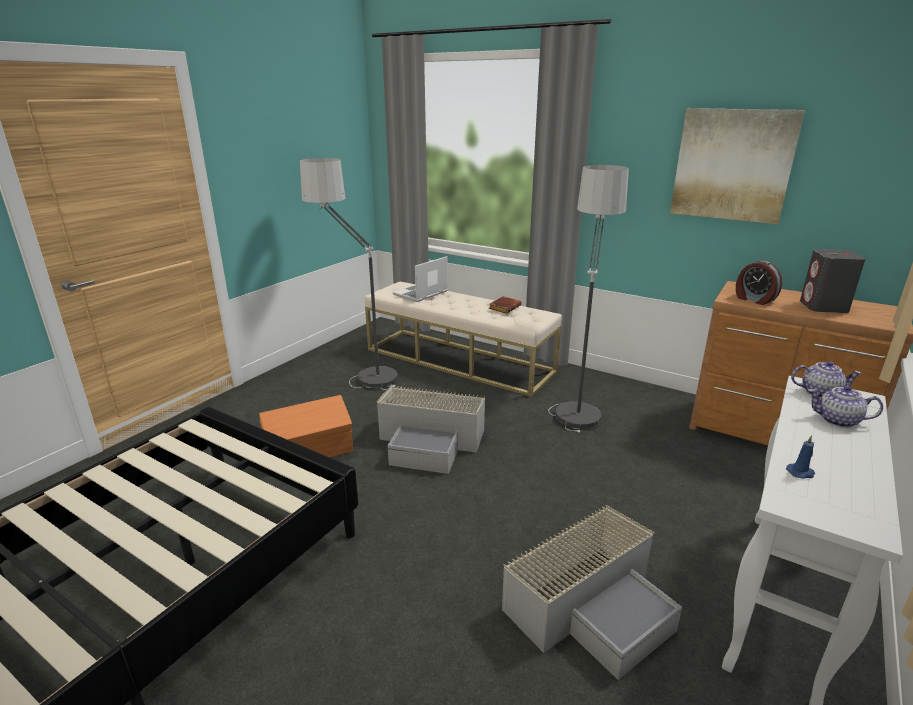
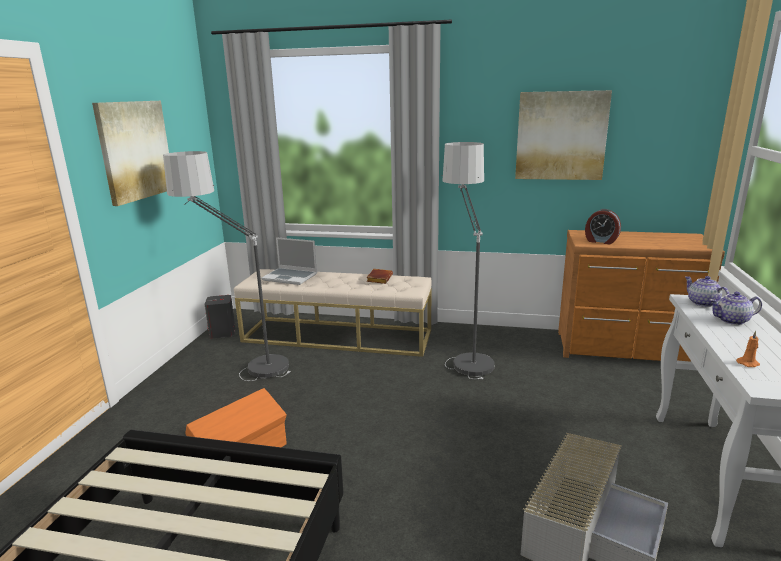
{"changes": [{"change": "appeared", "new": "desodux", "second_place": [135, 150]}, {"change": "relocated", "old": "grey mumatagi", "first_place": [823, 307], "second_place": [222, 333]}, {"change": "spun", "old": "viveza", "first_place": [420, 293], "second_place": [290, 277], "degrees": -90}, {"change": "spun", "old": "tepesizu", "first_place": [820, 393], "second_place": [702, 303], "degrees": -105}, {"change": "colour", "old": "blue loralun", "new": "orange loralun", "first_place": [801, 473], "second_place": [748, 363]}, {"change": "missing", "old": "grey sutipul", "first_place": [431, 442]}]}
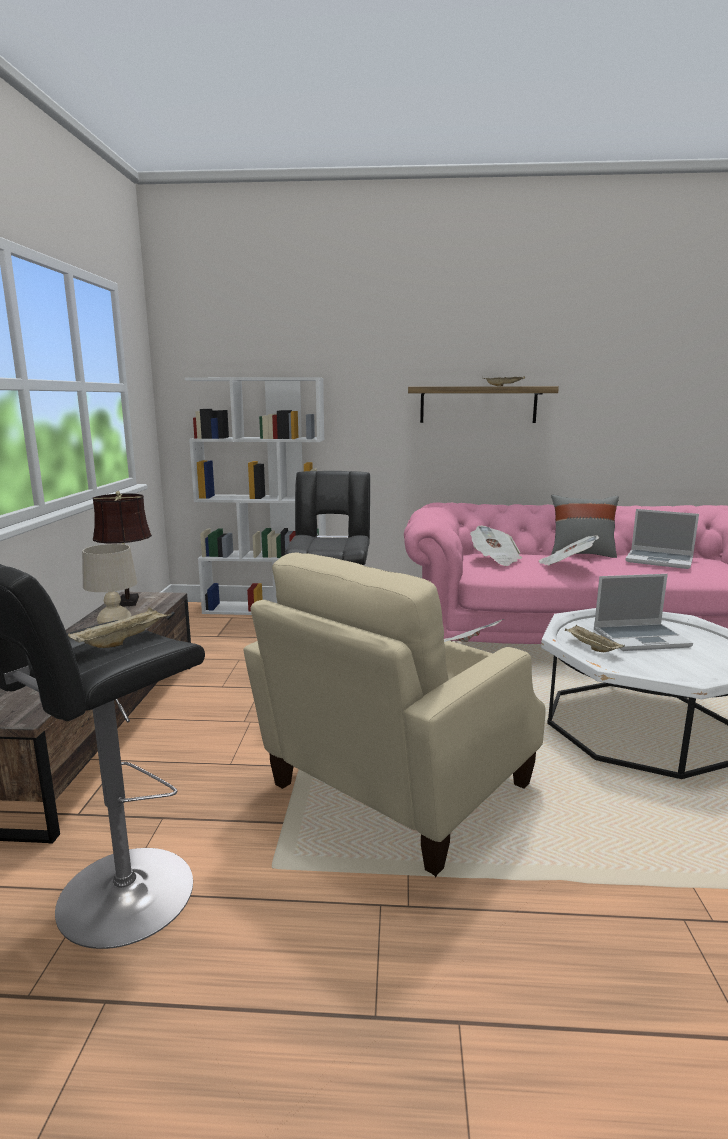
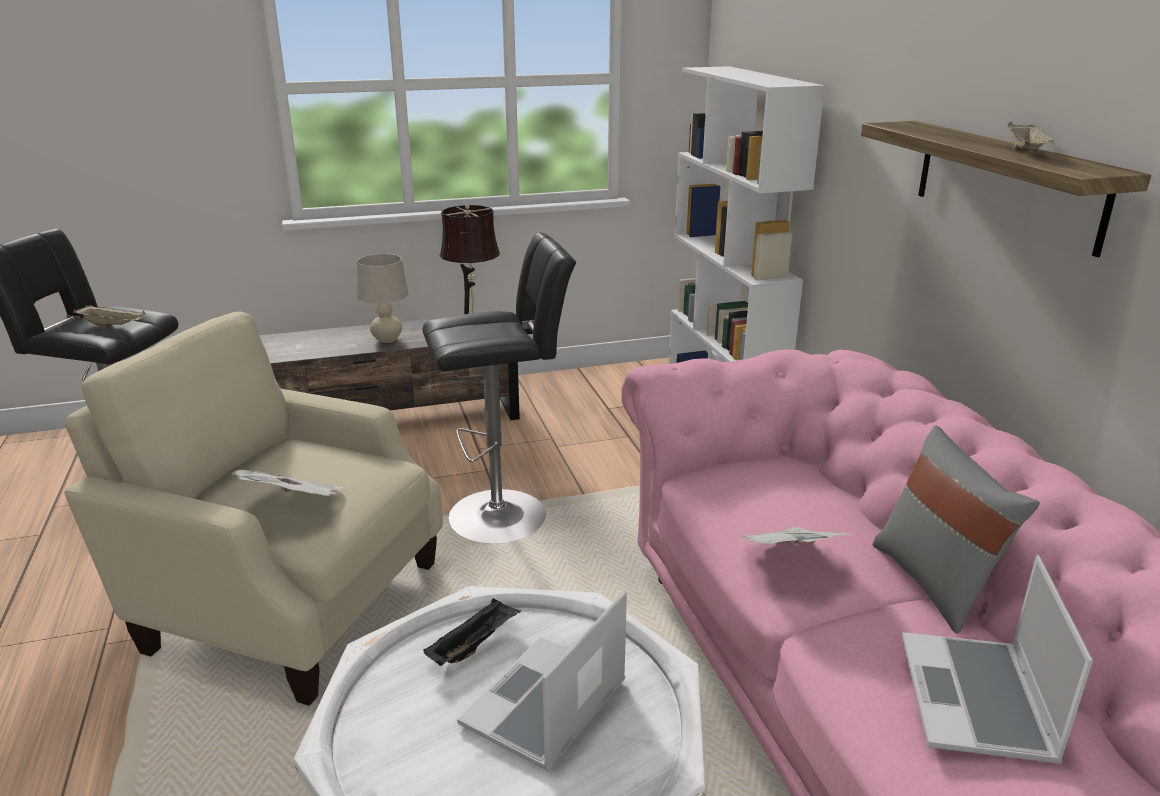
{"changes": [{"change": "colour", "old": "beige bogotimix", "new": "black bogotimix", "first_place": [591, 647], "second_place": [474, 645]}, {"change": "spun", "old": "viveza", "first_place": [641, 638], "second_place": [545, 706], "degrees": 60}, {"change": "missing", "old": "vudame", "first_place": [495, 559]}]}
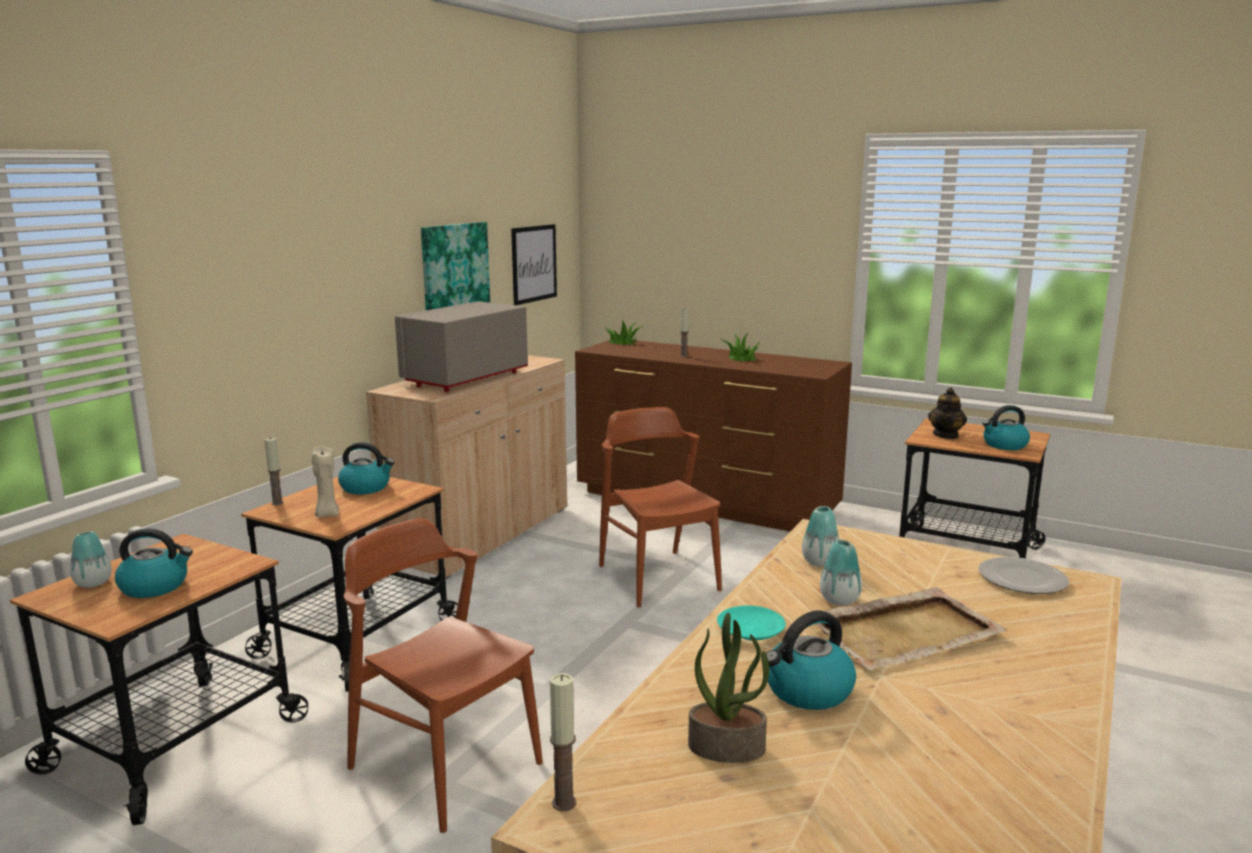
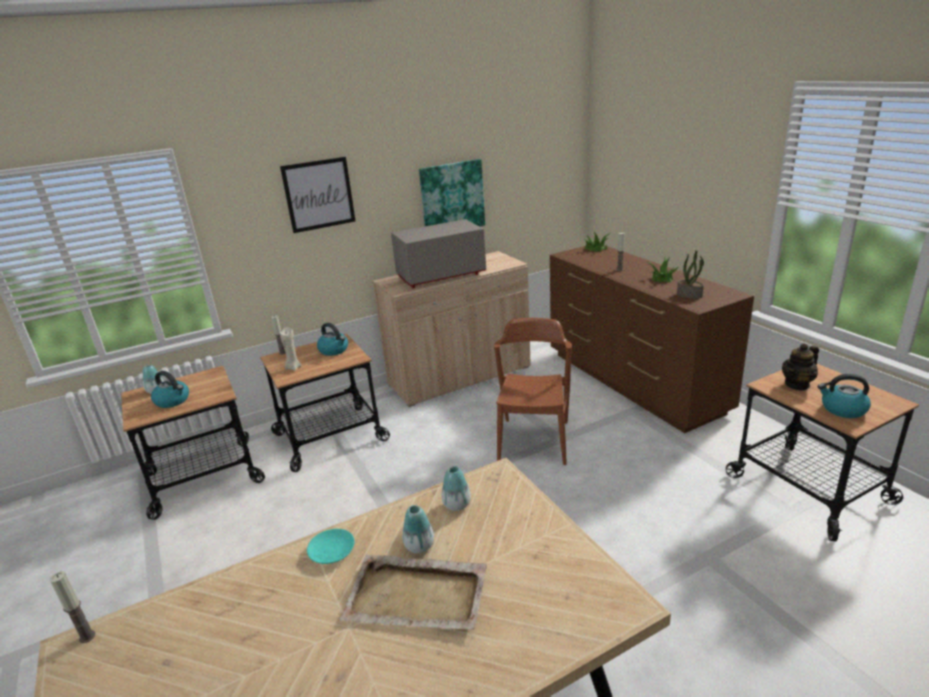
{"changes": [{"change": "relocated", "old": "desodux", "first_place": [534, 263], "second_place": [319, 194]}, {"change": "relocated", "old": "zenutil", "first_place": [727, 747], "second_place": [690, 295]}, {"change": "missing", "old": "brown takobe", "first_place": [444, 765]}, {"change": "missing", "old": "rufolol", "first_place": [807, 691]}, {"change": "missing", "old": "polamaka", "first_place": [1023, 579]}]}
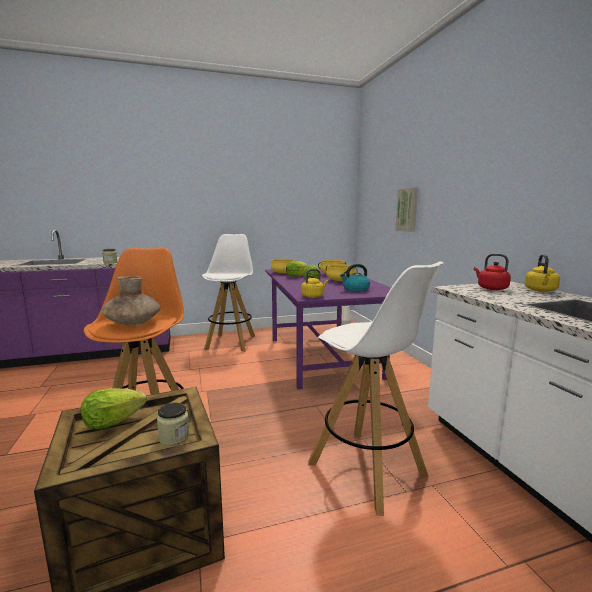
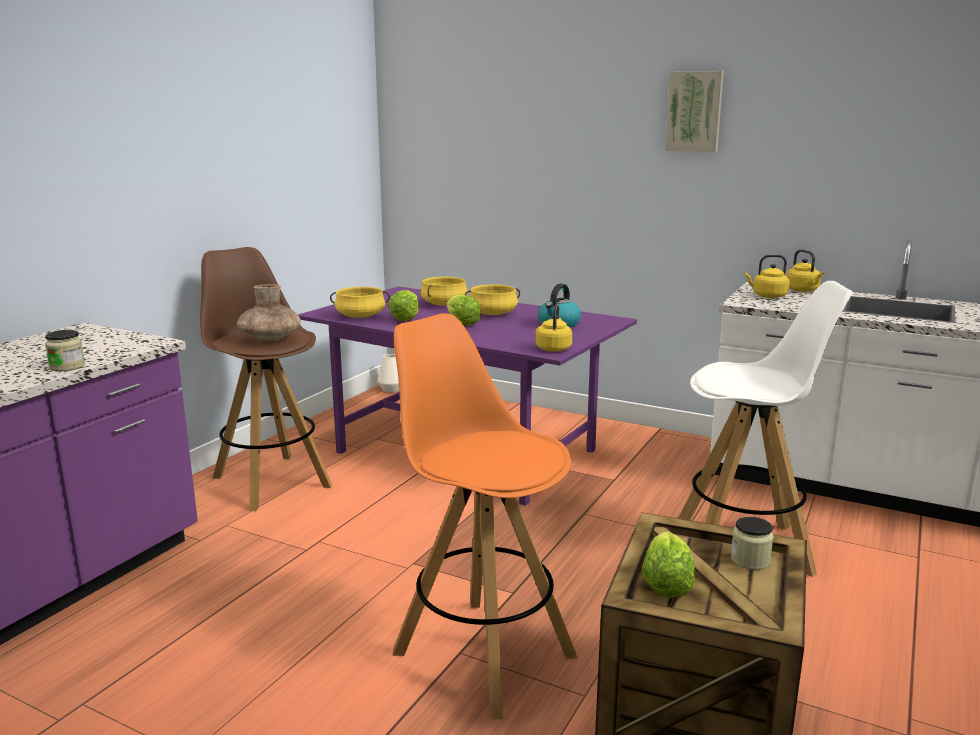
{"changes": [{"change": "colour", "old": "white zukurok", "new": "brown zukurok", "first_place": [231, 342], "second_place": [271, 481]}, {"change": "relocated", "old": "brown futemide", "first_place": [133, 323], "second_place": [270, 339]}, {"change": "relocated", "old": "desodux", "first_place": [407, 210], "second_place": [694, 111]}, {"change": "colour", "old": "red rufolol", "new": "yellow rufolol", "first_place": [490, 288], "second_place": [767, 296]}]}
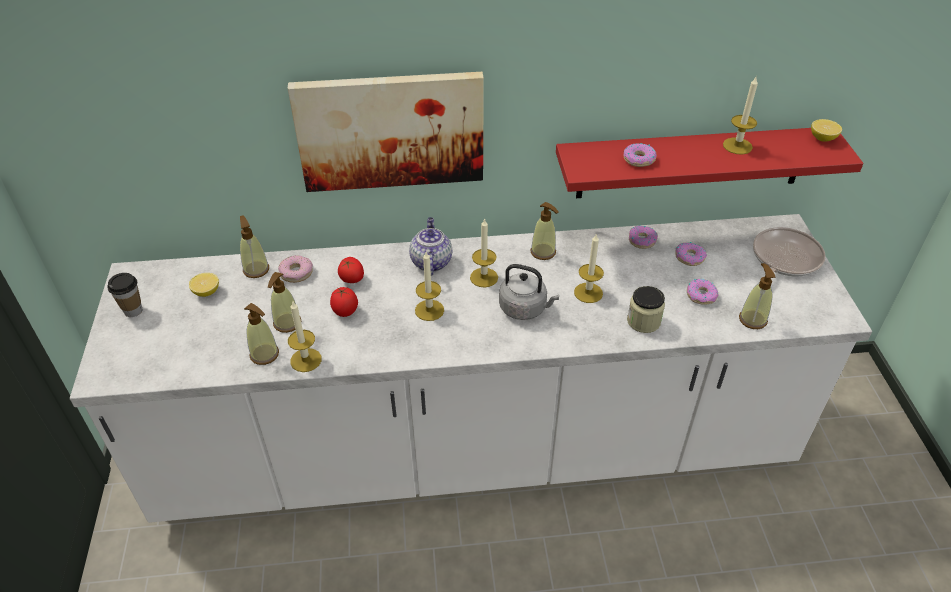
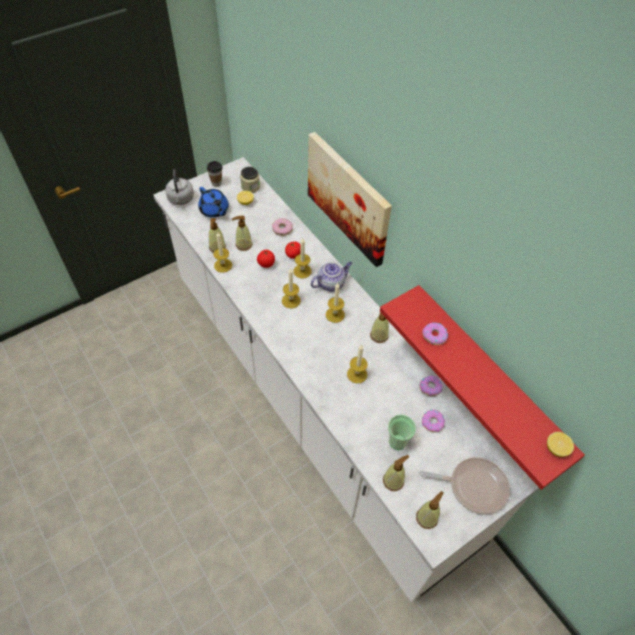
{"changes": [{"change": "relocated", "old": "grey rufolol", "first_place": [525, 309], "second_place": [181, 199]}, {"change": "appeared", "new": "blue tepesizu", "second_place": [214, 210]}, {"change": "relocated", "old": "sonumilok", "first_place": [643, 321], "second_place": [250, 187]}, {"change": "relocated", "old": "loralun", "first_place": [737, 146], "second_place": [302, 271]}, {"change": "exchanged", "old": "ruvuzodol", "new": "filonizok", "first_place": [701, 295], "second_place": [397, 441]}, {"change": "relocated", "old": "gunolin", "first_place": [256, 269], "second_place": [427, 518]}]}
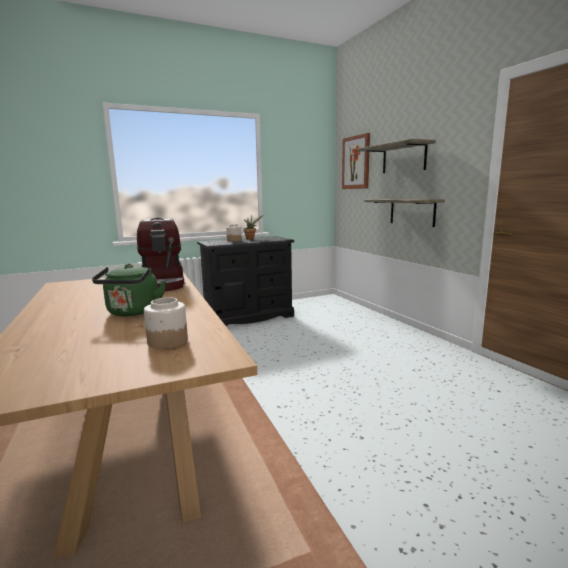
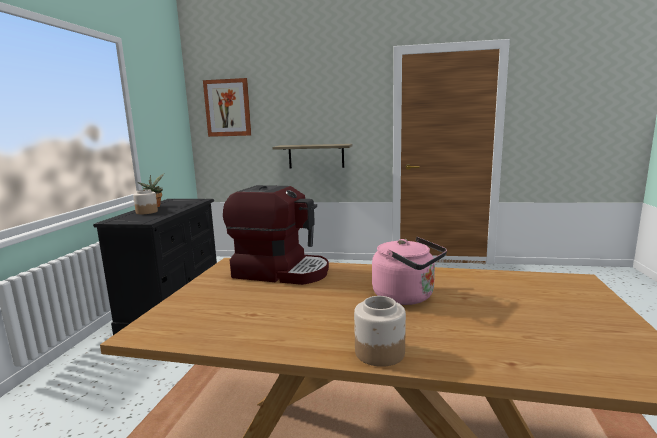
{"changes": [{"change": "relocated", "old": "sonumilok", "first_place": [167, 341], "second_place": [379, 352]}, {"change": "colour", "old": "green rufolol", "new": "pink rufolol", "first_place": [132, 312], "second_place": [407, 297]}, {"change": "missing", "old": "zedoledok", "first_place": [404, 158]}]}
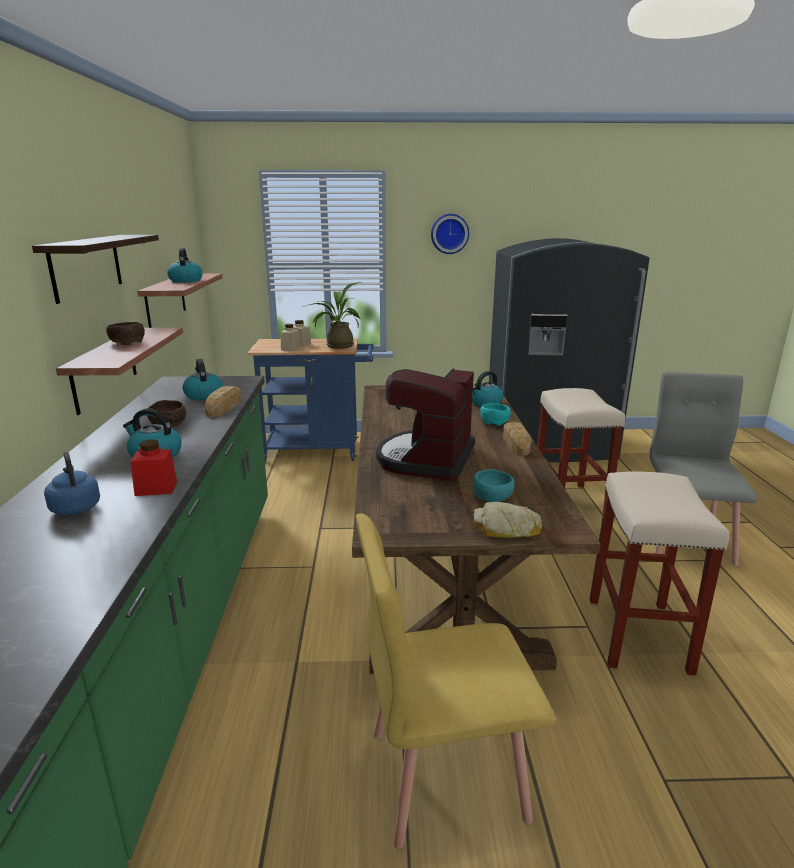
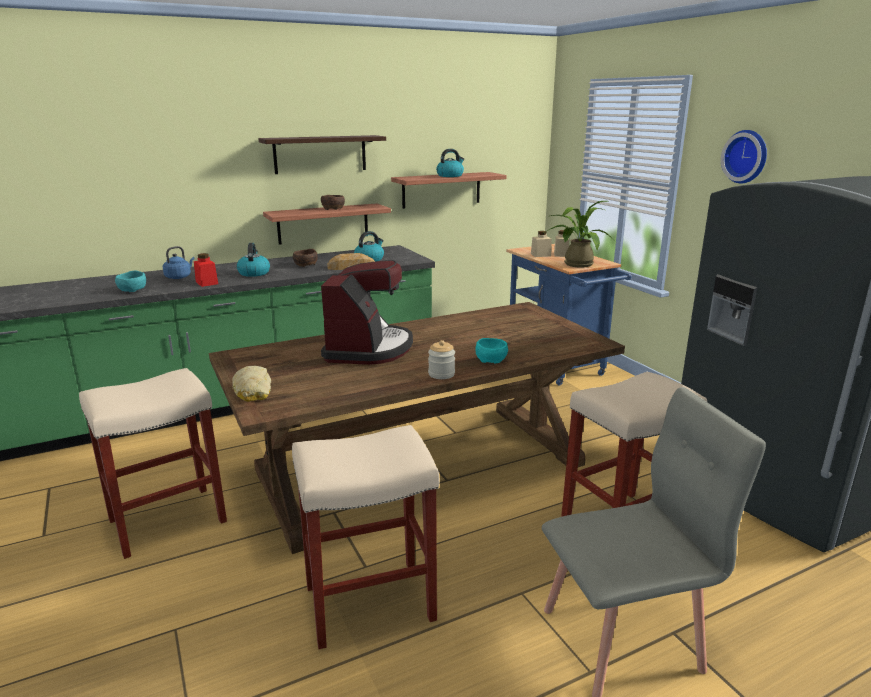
{"changes": [{"change": "exchanged", "old": "yellow takobe", "new": "beige zukurok", "first_place": [444, 773], "second_place": [169, 520]}, {"change": "relocated", "old": "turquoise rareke", "first_place": [493, 497], "second_place": [132, 290]}, {"change": "spun", "old": "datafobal", "first_place": [426, 459], "second_place": [368, 348], "degrees": 105}, {"change": "exchanged", "old": "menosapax", "new": "sonumilok", "first_place": [516, 443], "second_place": [441, 374]}, {"change": "missing", "old": "rufolol", "first_place": [485, 403]}]}
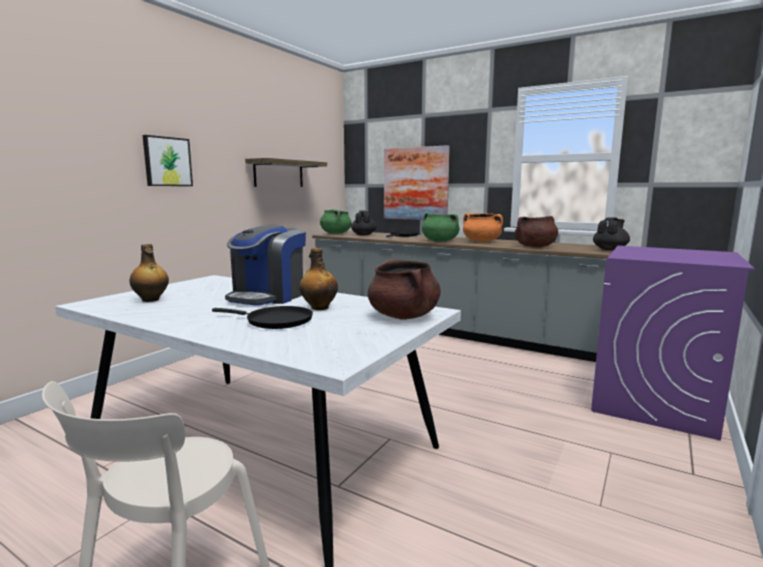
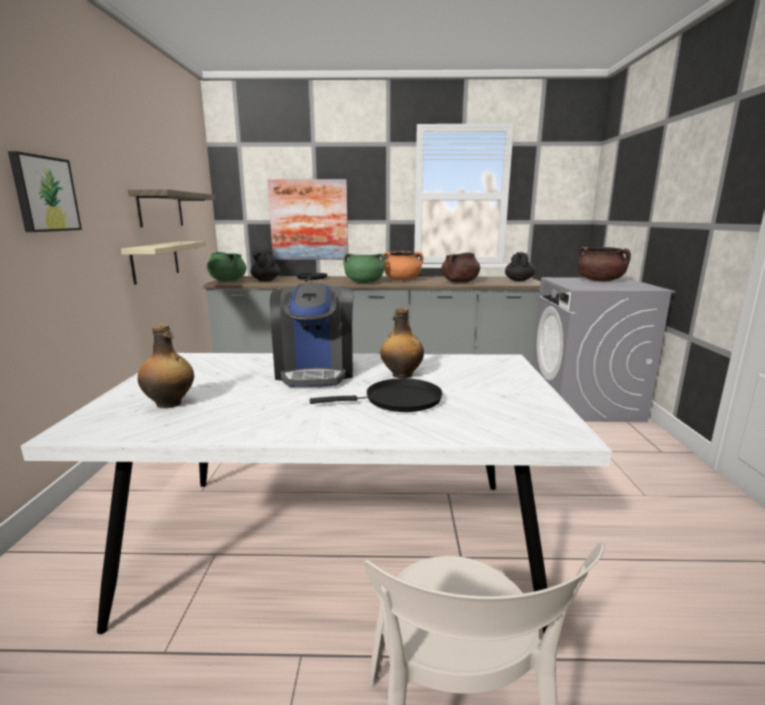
{"changes": [{"change": "appeared", "new": "beige zedoledok", "second_place": [155, 261]}, {"change": "colour", "old": "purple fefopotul", "new": "grey fefopotul", "first_place": [653, 402], "second_place": [584, 403]}, {"change": "relocated", "old": "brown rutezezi", "first_place": [404, 316], "second_place": [600, 281]}]}
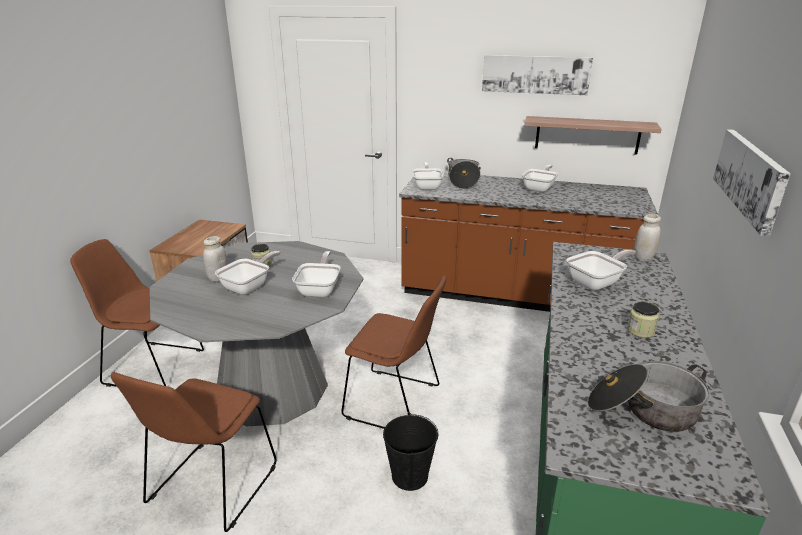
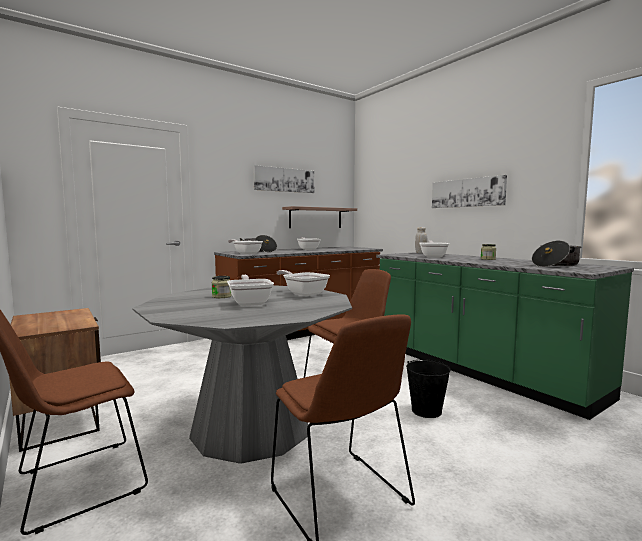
{"changes": [{"change": "missing", "old": "white sonumilok", "first_place": [218, 278]}]}
